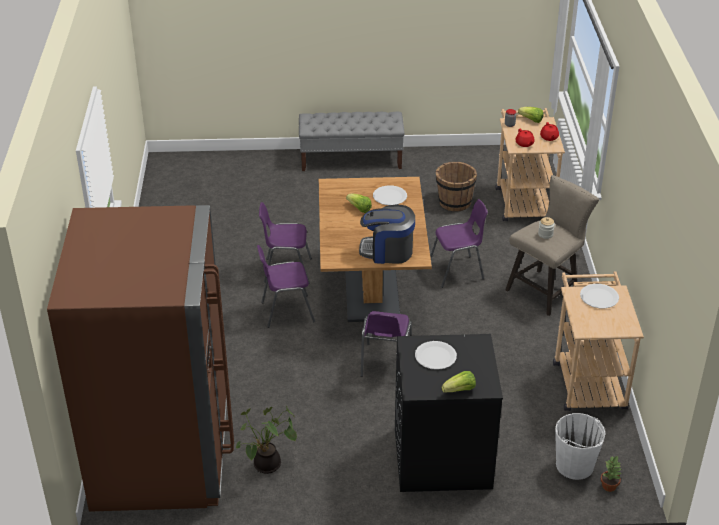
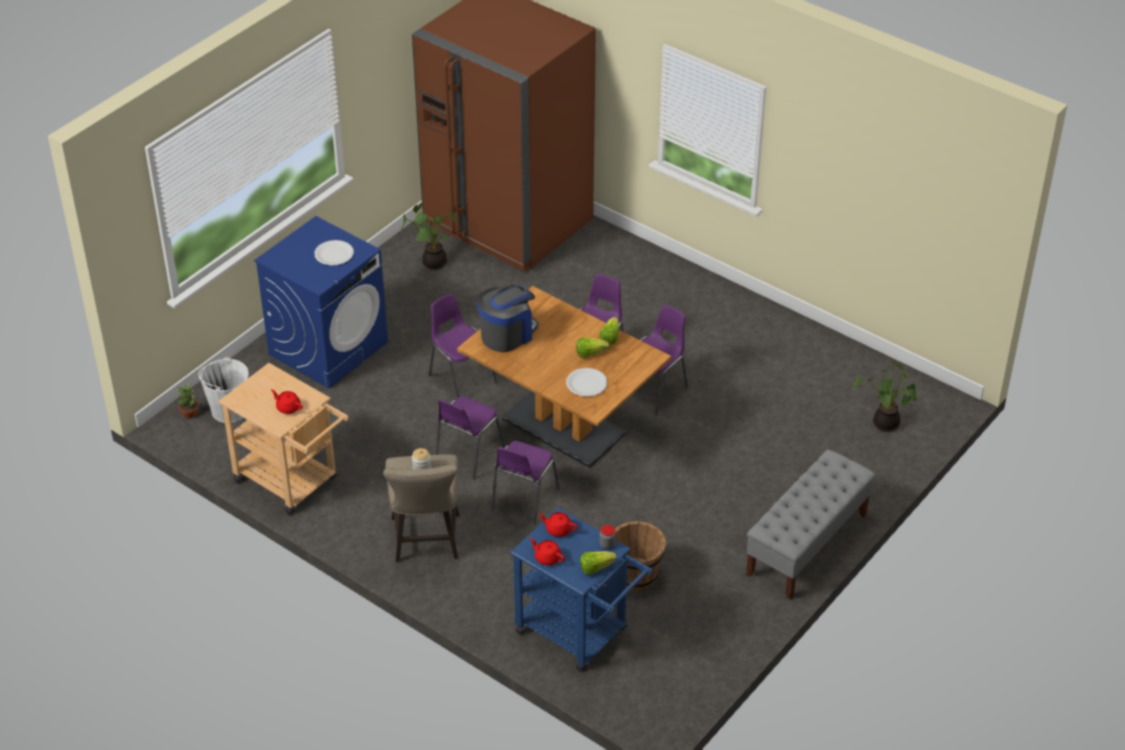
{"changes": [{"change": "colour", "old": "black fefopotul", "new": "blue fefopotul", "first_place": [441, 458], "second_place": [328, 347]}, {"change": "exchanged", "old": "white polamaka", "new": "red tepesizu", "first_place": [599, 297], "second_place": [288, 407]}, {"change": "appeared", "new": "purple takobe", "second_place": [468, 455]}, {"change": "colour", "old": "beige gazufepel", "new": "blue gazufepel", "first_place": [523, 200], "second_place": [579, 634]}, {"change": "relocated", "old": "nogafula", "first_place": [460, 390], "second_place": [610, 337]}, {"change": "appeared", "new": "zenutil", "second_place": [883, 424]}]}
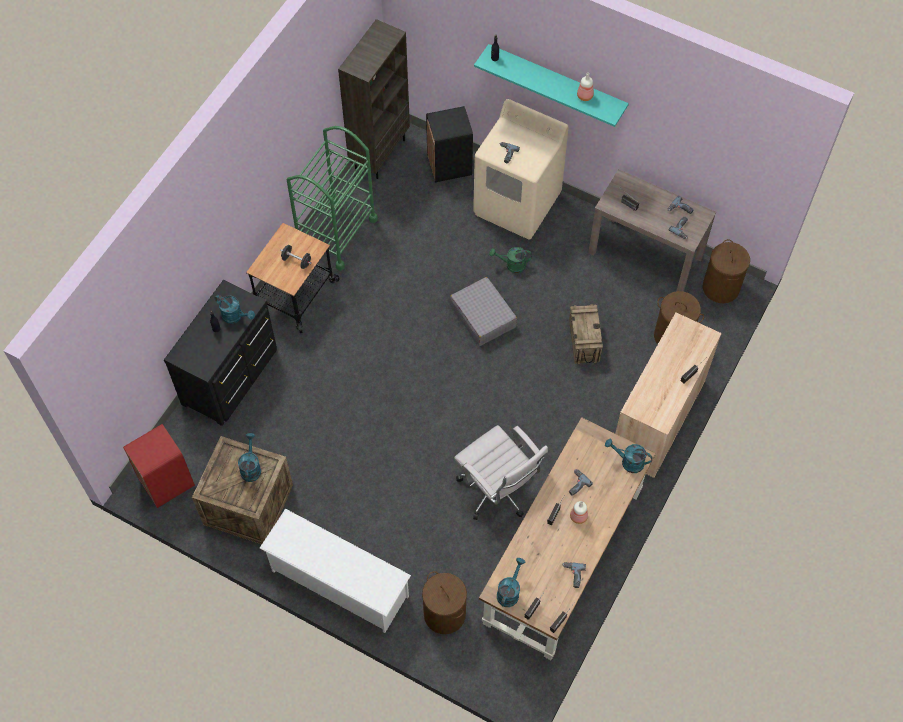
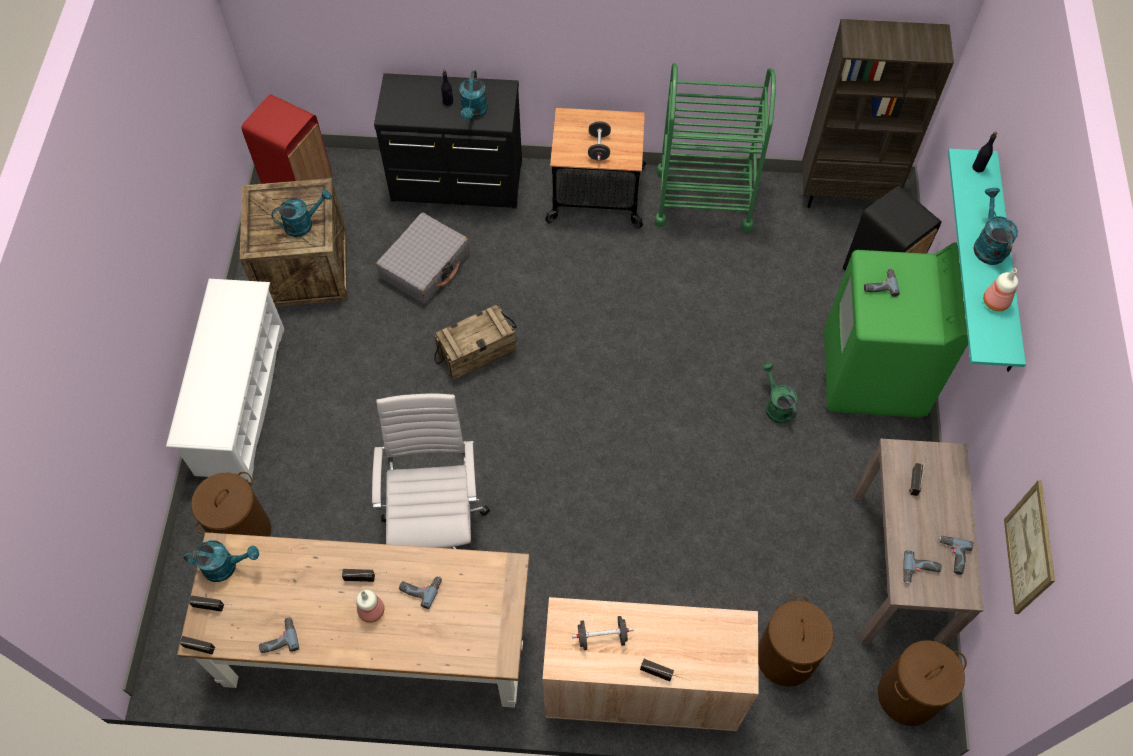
{"changes": [{"change": "spun", "old": "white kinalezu", "first_place": [498, 491], "second_place": [436, 525], "degrees": 150}, {"change": "relocated", "old": "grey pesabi", "first_place": [483, 316], "second_place": [425, 265]}, {"change": "relocated", "old": "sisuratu", "first_place": [583, 341], "second_place": [477, 352]}, {"change": "appeared", "new": "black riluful", "second_place": [602, 637]}, {"change": "colour", "old": "beige fefopotul", "new": "green fefopotul", "first_place": [517, 204], "second_place": [873, 374]}, {"change": "relocated", "old": "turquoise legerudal", "first_place": [628, 462], "second_place": [987, 244]}, {"change": "appeared", "new": "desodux", "second_place": [1029, 548]}]}
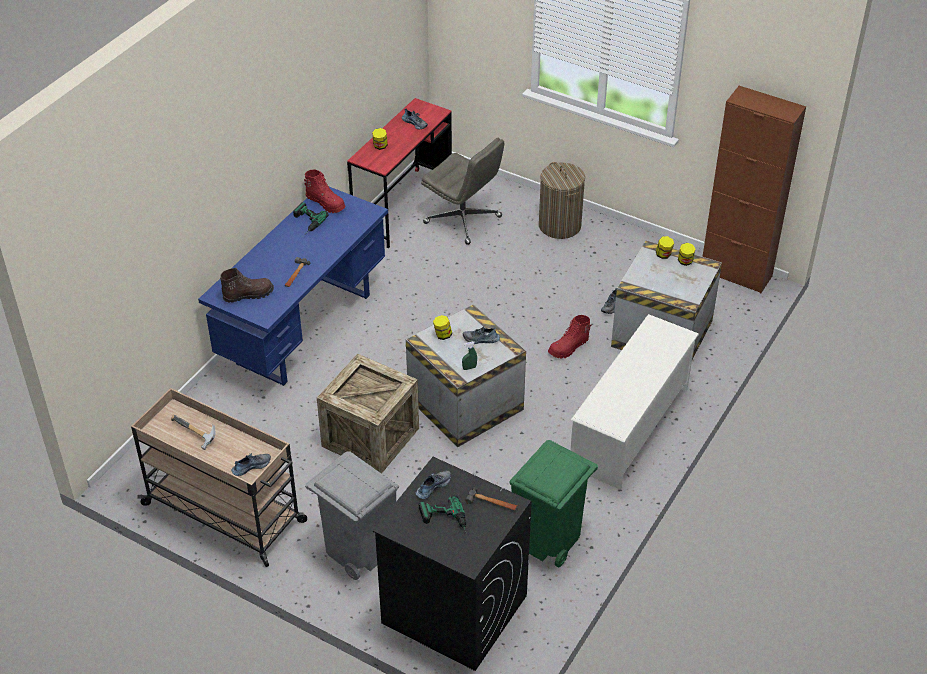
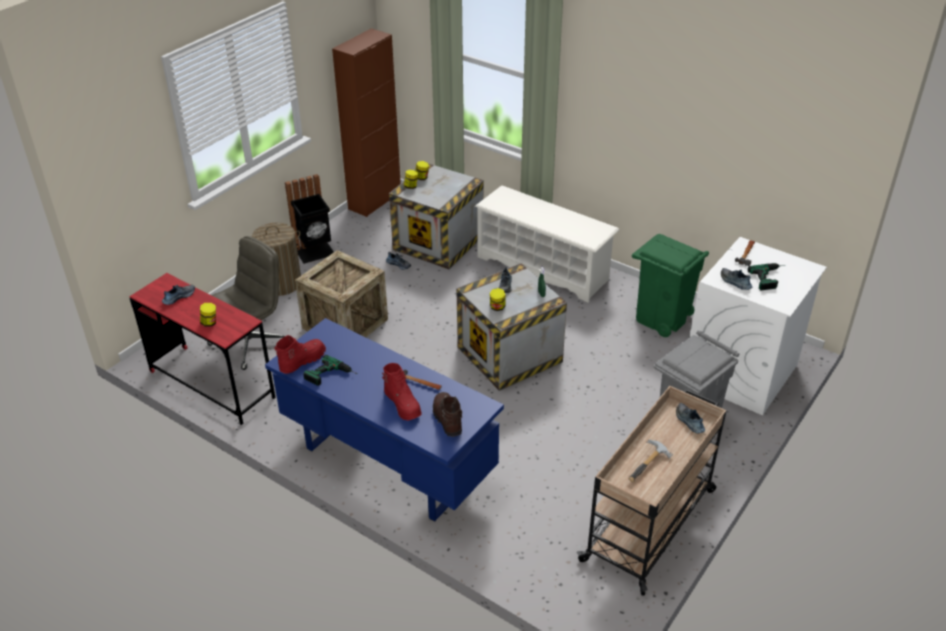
{"changes": [{"change": "appeared", "new": "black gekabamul", "second_place": [315, 252]}, {"change": "relocated", "old": "sisuratu", "first_place": [370, 437], "second_place": [345, 324]}, {"change": "relocated", "old": "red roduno", "first_place": [569, 348], "second_place": [403, 405]}, {"change": "colour", "old": "black fefopotul", "new": "white fefopotul", "first_place": [453, 609], "second_place": [740, 373]}]}
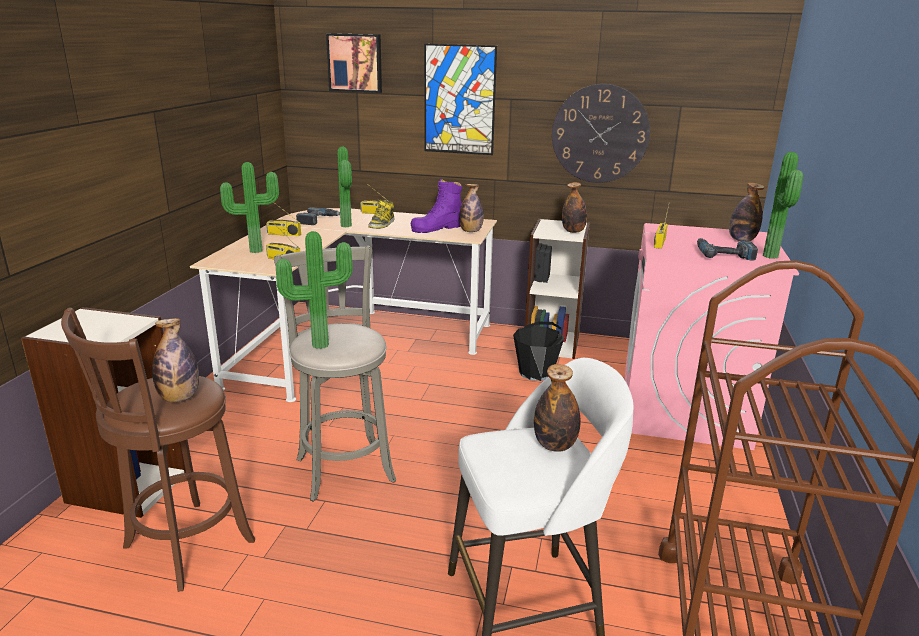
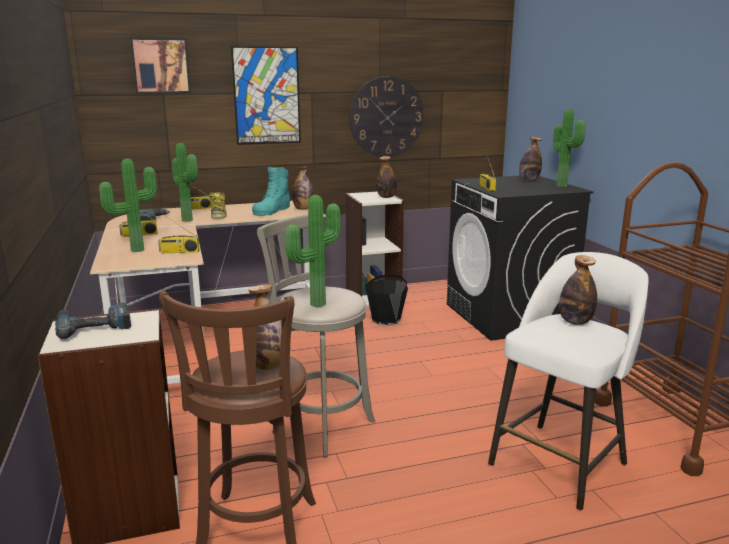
{"changes": [{"change": "relocated", "old": "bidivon", "first_place": [724, 254], "second_place": [93, 325]}, {"change": "colour", "old": "purple roduno", "new": "turquoise roduno", "first_place": [437, 228], "second_place": [272, 211]}, {"change": "colour", "old": "pink fefopotul", "new": "black fefopotul", "first_place": [683, 408], "second_place": [508, 316]}]}
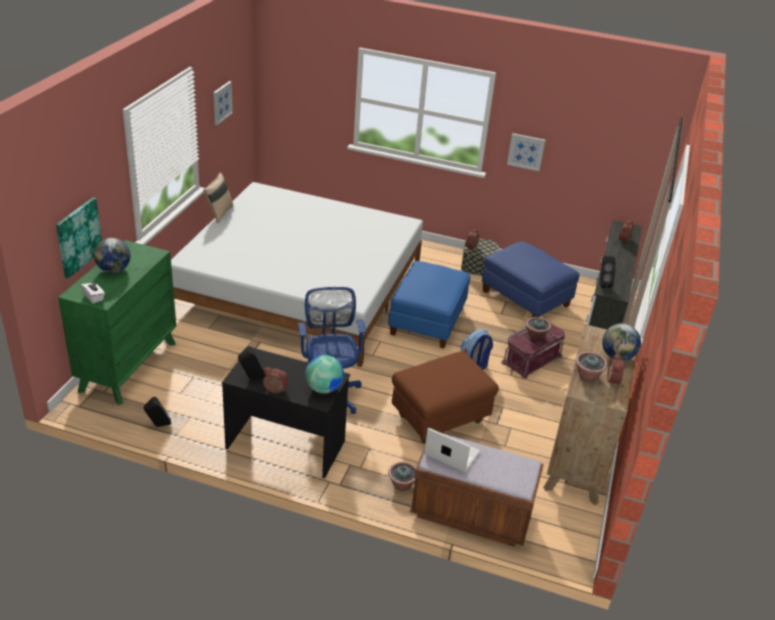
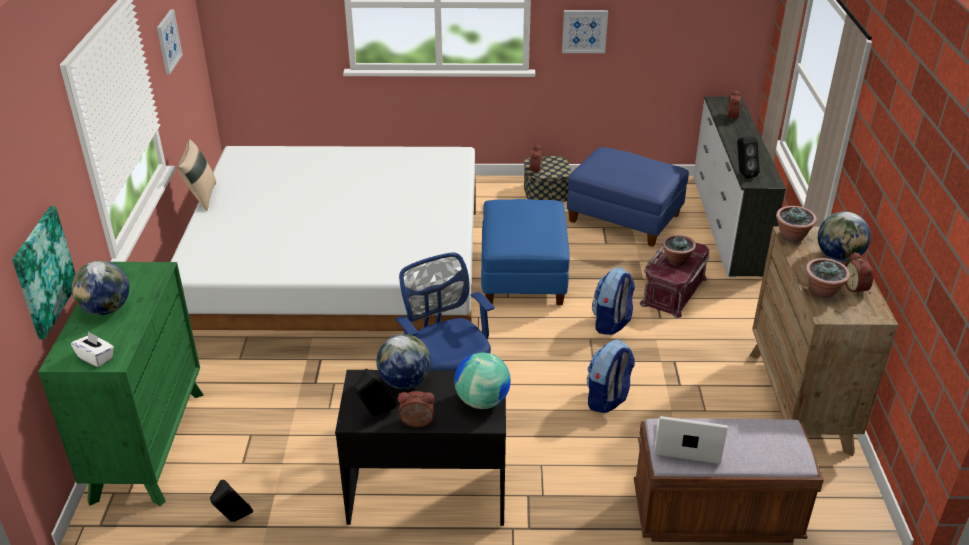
{"changes": [{"change": "appeared", "new": "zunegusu", "second_place": [404, 382]}, {"change": "exchanged", "old": "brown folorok", "new": "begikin", "first_place": [440, 419], "second_place": [608, 399]}, {"change": "relocated", "old": "zenutil", "first_place": [401, 485], "second_place": [792, 236]}]}
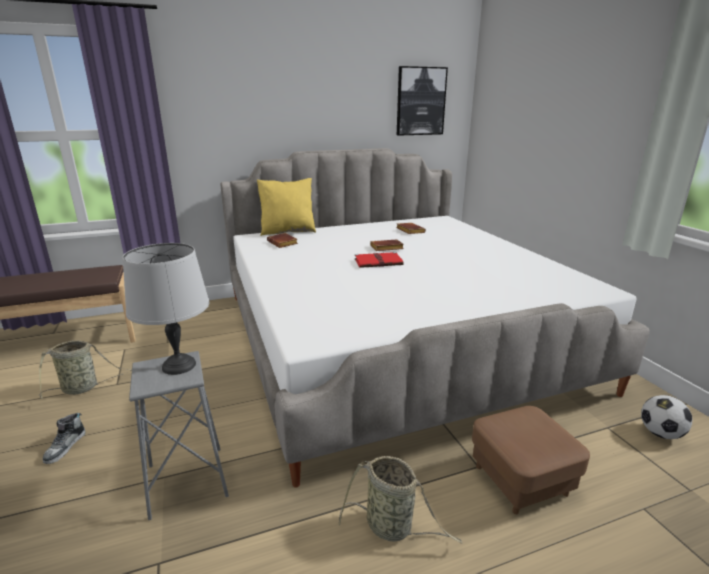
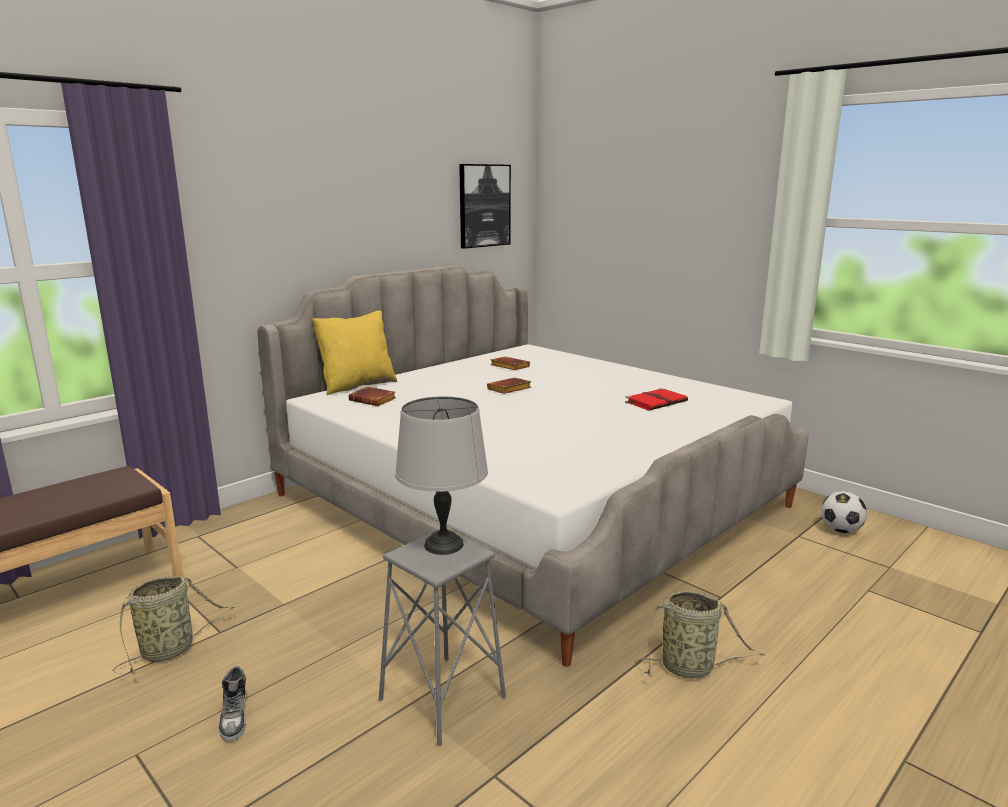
{"changes": [{"change": "relocated", "old": "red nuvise", "first_place": [379, 262], "second_place": [656, 402]}, {"change": "missing", "old": "brown folorok", "first_place": [521, 480]}]}
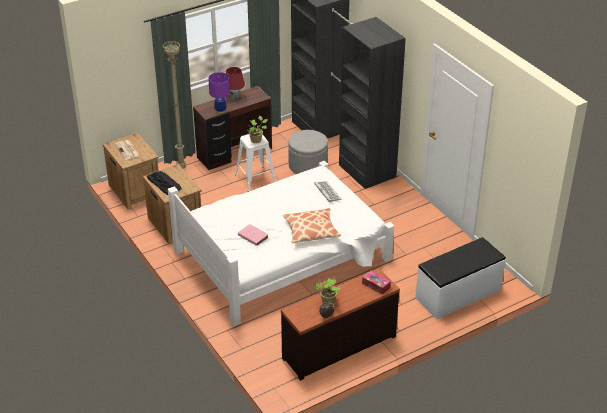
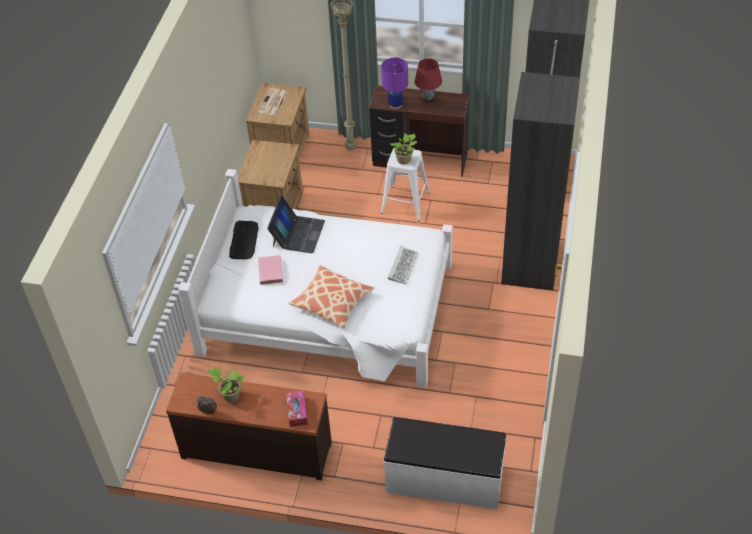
{"changes": [{"change": "relocated", "old": "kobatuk", "first_place": [164, 183], "second_place": [244, 240]}, {"change": "appeared", "new": "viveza", "second_place": [297, 233]}, {"change": "missing", "old": "grey folorok", "first_place": [308, 166]}]}
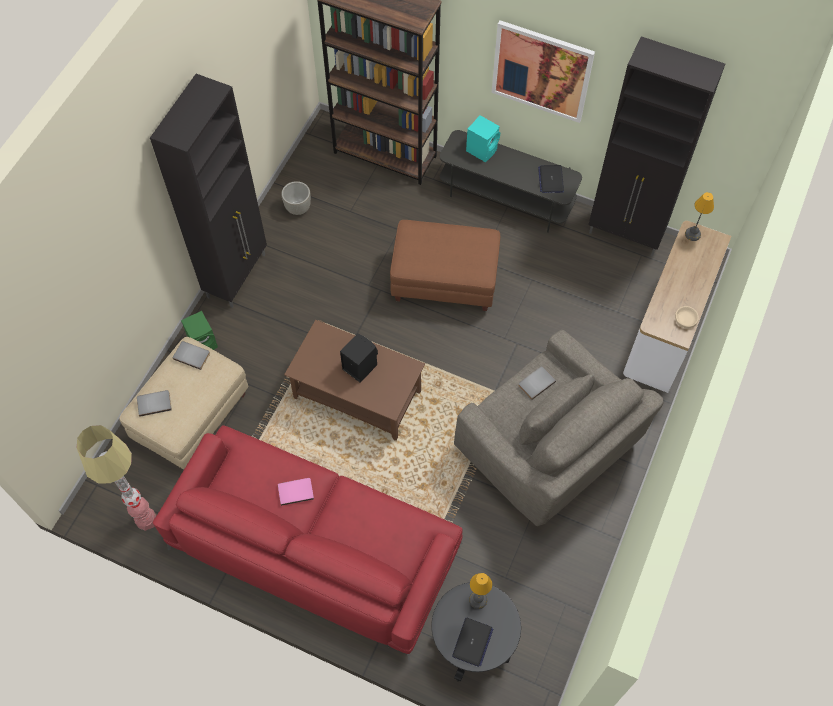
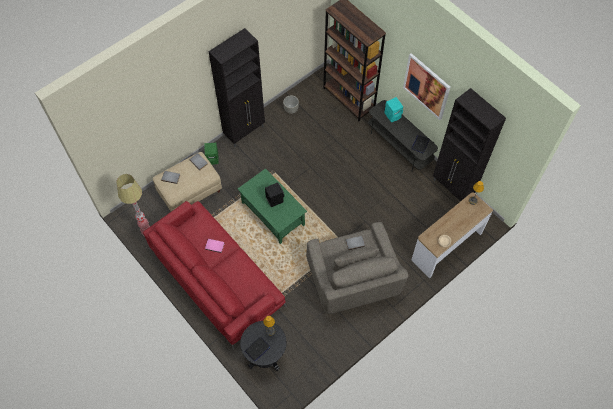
{"changes": [{"change": "colour", "old": "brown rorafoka", "new": "green rorafoka", "first_place": [356, 394], "second_place": [272, 213]}, {"change": "missing", "old": "brown folorok", "first_place": [444, 281]}]}
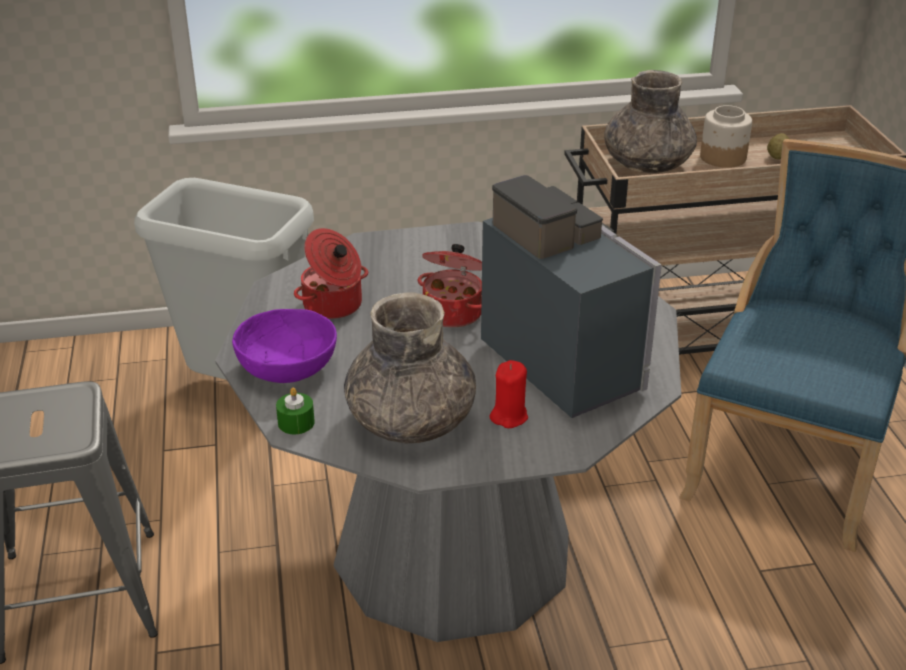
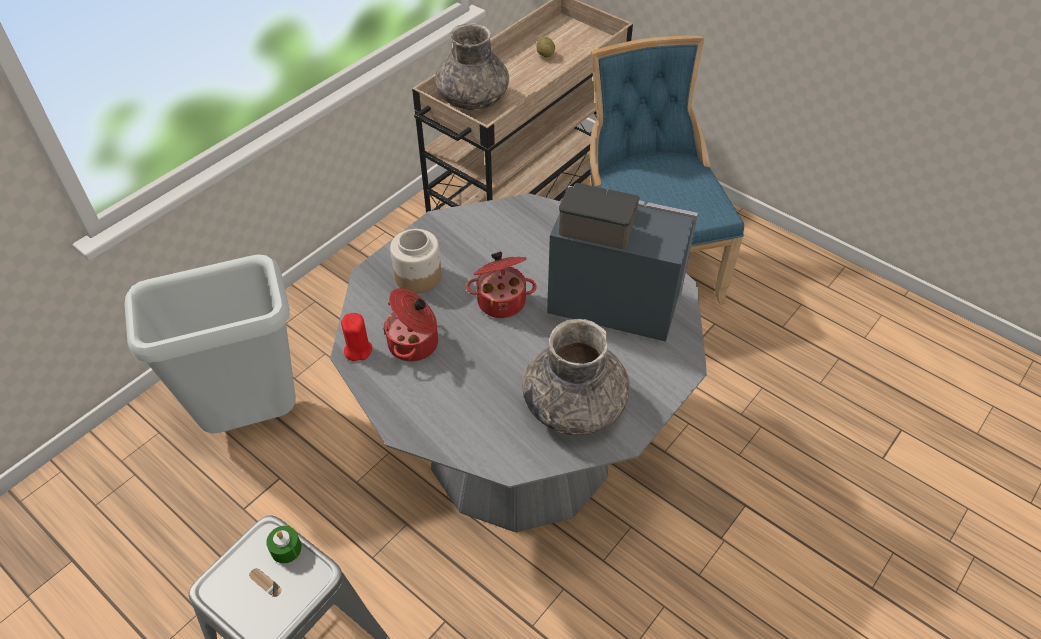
{"changes": [{"change": "relocated", "old": "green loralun", "first_place": [296, 422], "second_place": [286, 549]}, {"change": "relocated", "old": "red loralun", "first_place": [509, 416], "second_place": [358, 350]}, {"change": "relocated", "old": "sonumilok", "first_place": [722, 158], "second_place": [418, 277]}, {"change": "missing", "old": "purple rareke", "first_place": [288, 369]}]}
